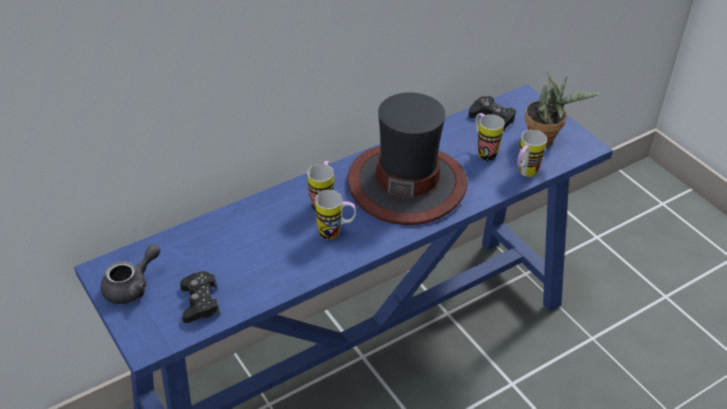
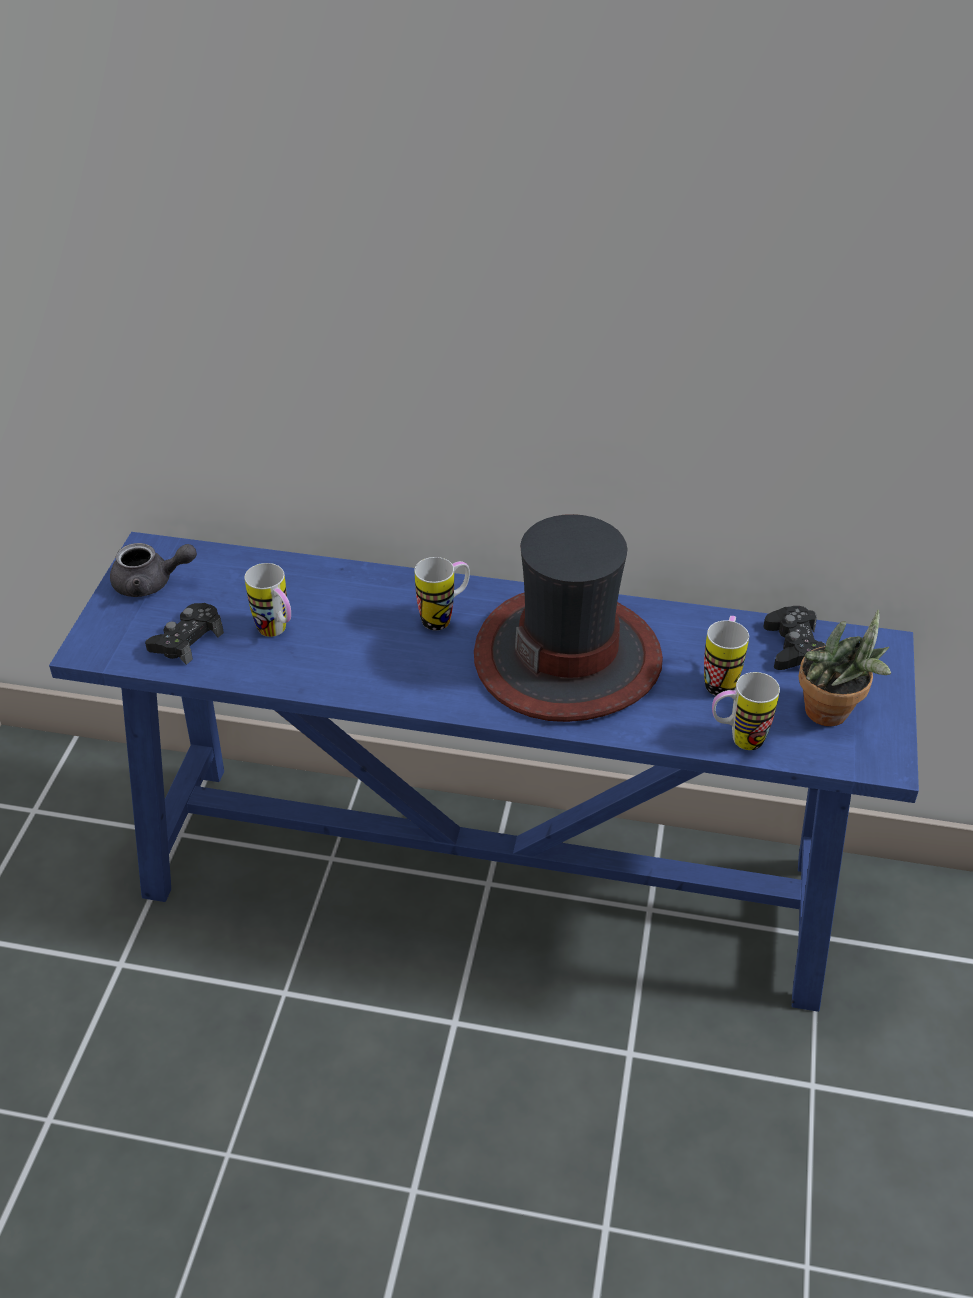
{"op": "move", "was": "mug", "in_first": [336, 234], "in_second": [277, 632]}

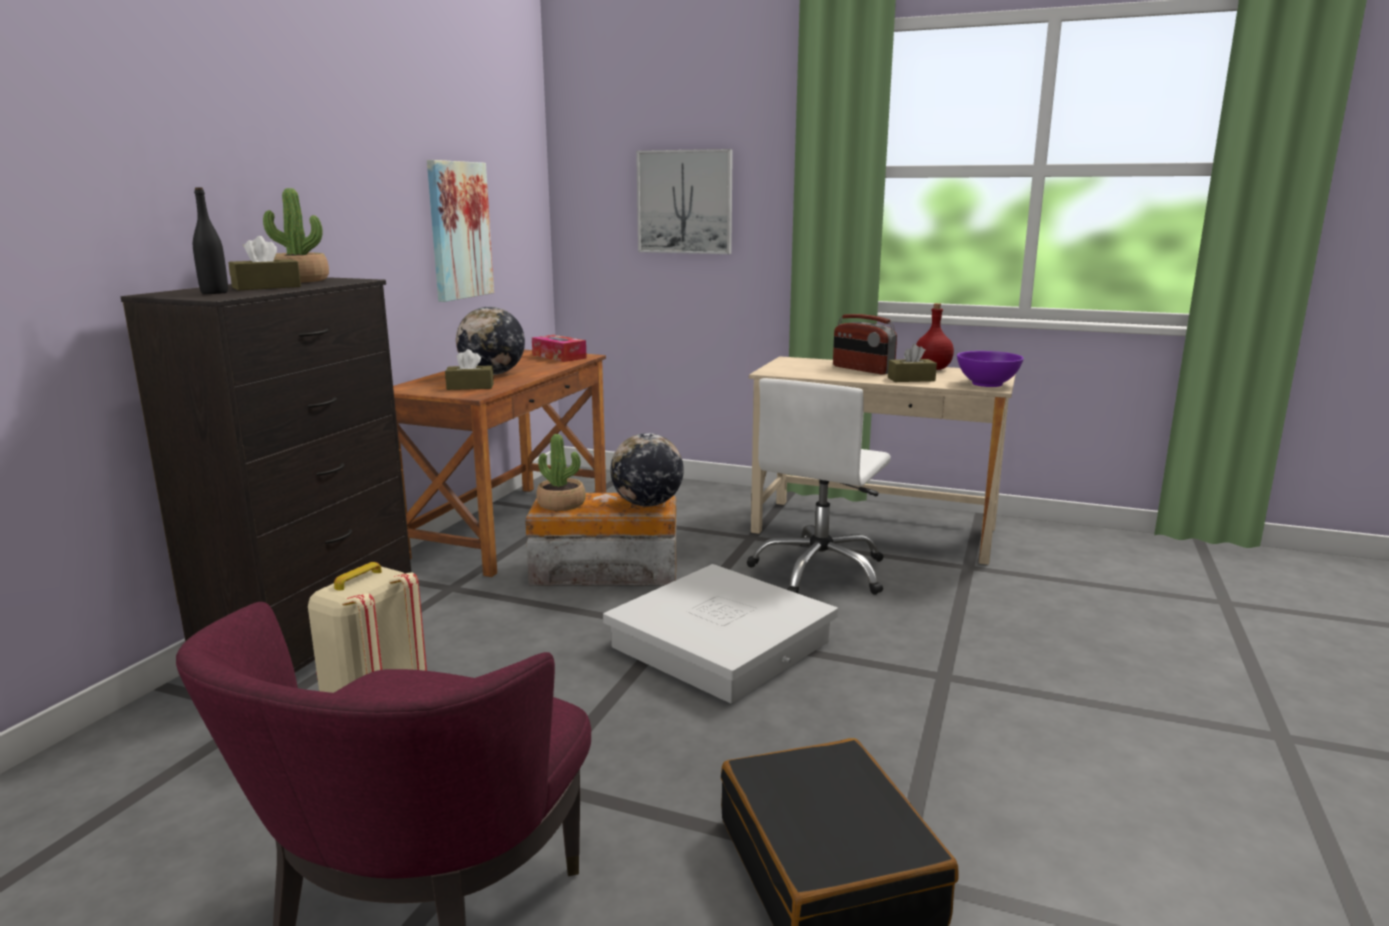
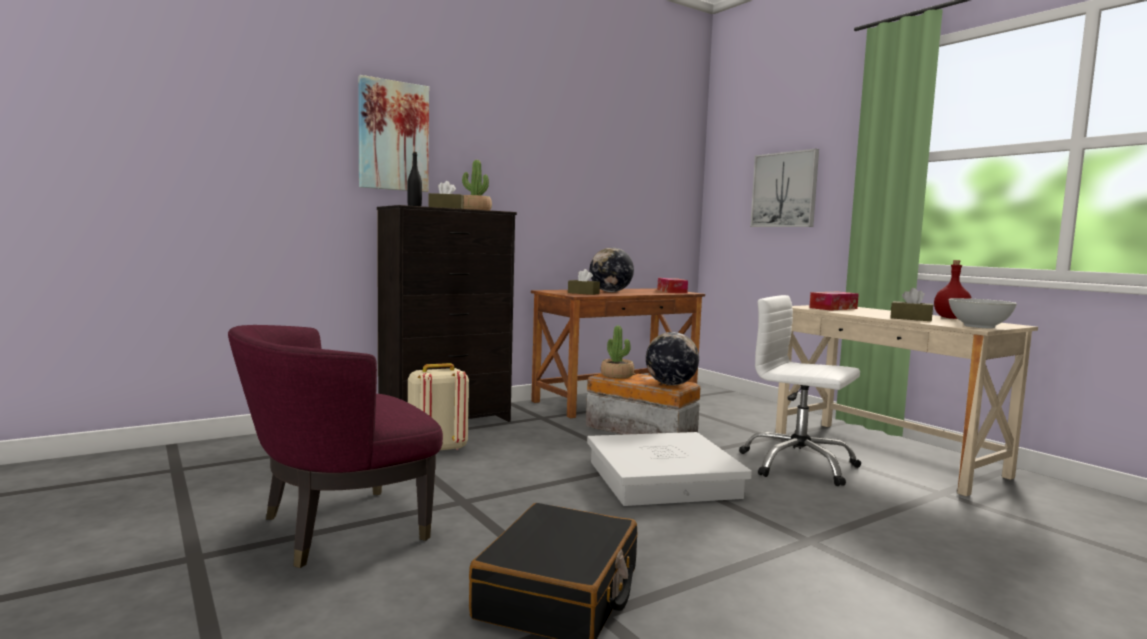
{"op": "move", "was": "wall_picture", "in_first": [459, 230], "in_second": [393, 136]}
{"op": "rotate", "was": "whitish_desk_chair", "in_first": [820, 571], "in_second": [798, 465], "clockwise": 60}
{"op": "delete", "was": "radio_set", "in_first": [862, 369]}
{"op": "recolor", "was": "purplish_deep_dish", "now": "whitish_deep_dish", "in_first": [987, 384], "in_second": [979, 326]}
{"op": "insert", "now": "box_of_tissues", "in_second": [833, 308]}

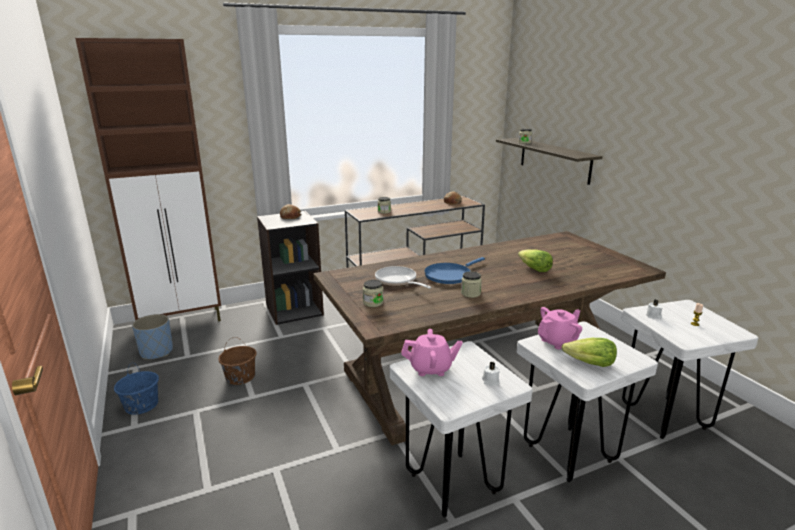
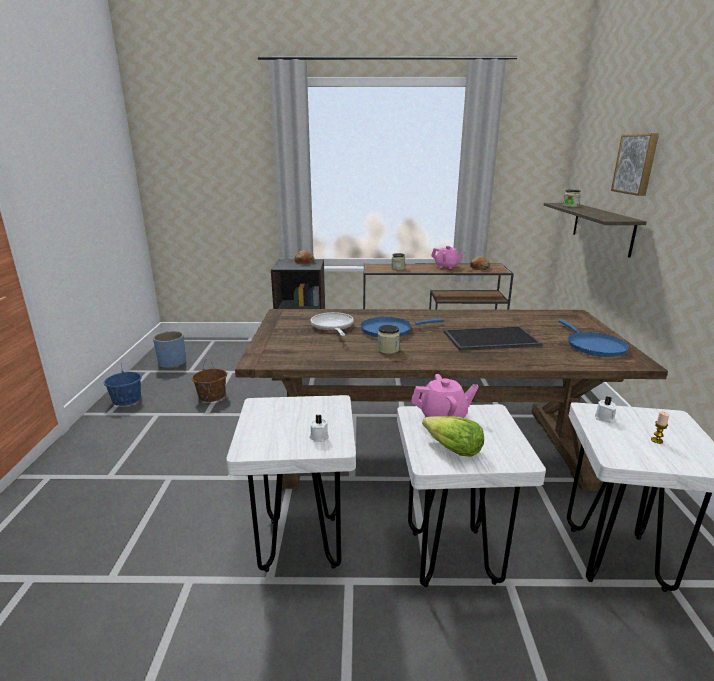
{"op": "delete", "was": "brown_storage_cabinet", "in_first": [182, 321]}
{"op": "delete", "was": "preserve_jar", "in_first": [373, 303]}
{"op": "move", "was": "pink-coloured_tea_pot", "in_first": [431, 368], "in_second": [447, 267]}
{"op": "replace", "was": "head_of_lettuce", "now": "tray", "in_first": [534, 269], "in_second": [490, 339]}
{"op": "insert", "now": "blue_skillet", "in_second": [593, 346]}
{"op": "insert", "now": "wall_picture", "in_second": [636, 164]}

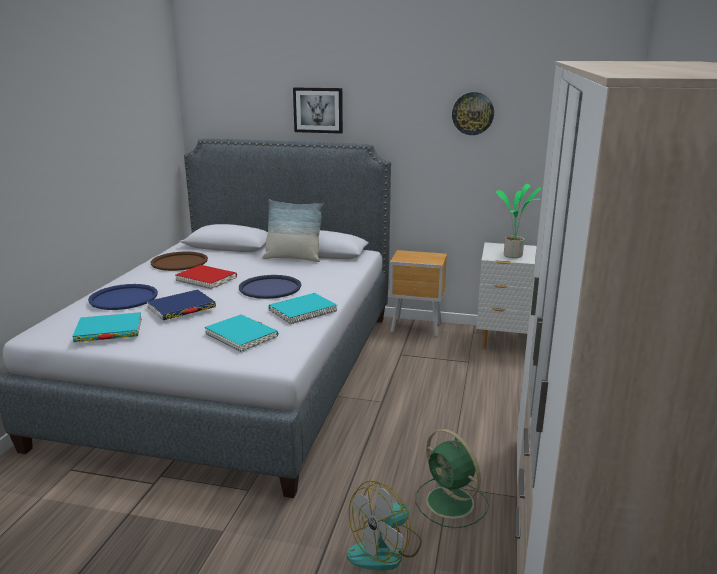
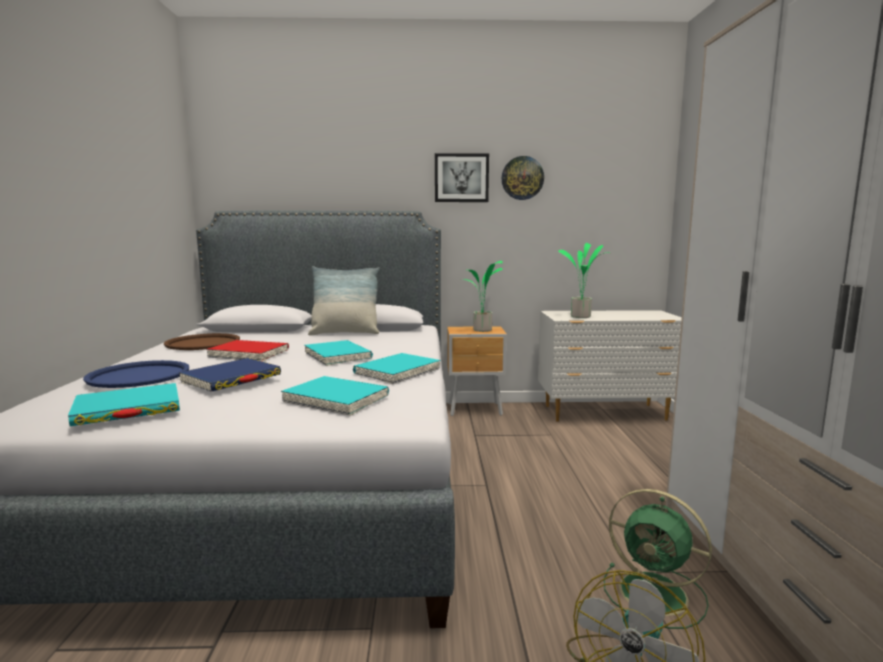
{"op": "replace", "was": "blue_tray", "now": "blue-green_book", "in_first": [270, 288], "in_second": [337, 356]}
{"op": "move", "was": "wall_picture", "in_first": [318, 110], "in_second": [461, 178]}
{"op": "insert", "now": "houseplant", "in_second": [482, 330]}

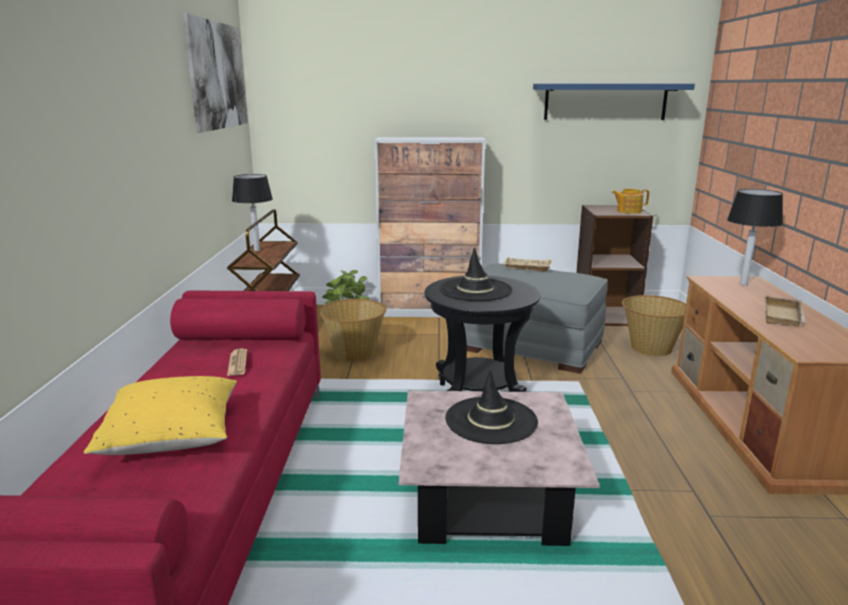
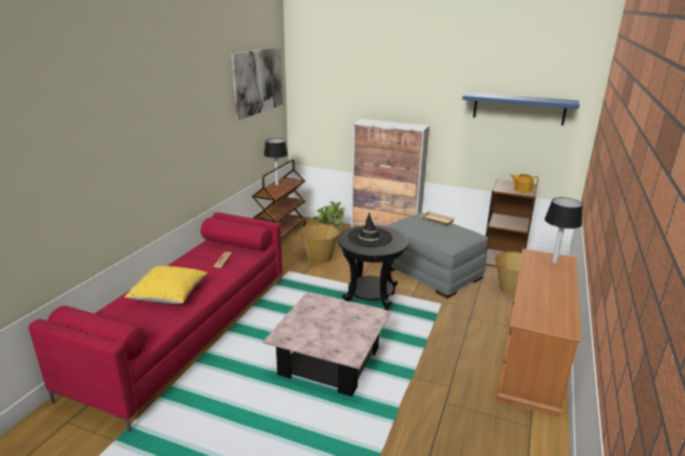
{"op": "delete", "was": "blackish_wearable_hat", "in_first": [491, 420]}
{"op": "delete", "was": "beige-coloured_tray", "in_first": [784, 316]}

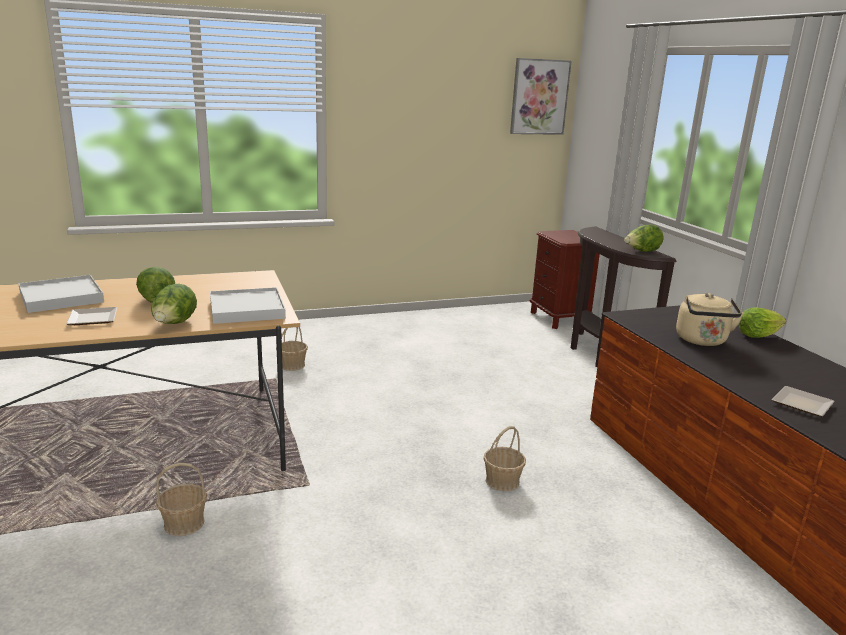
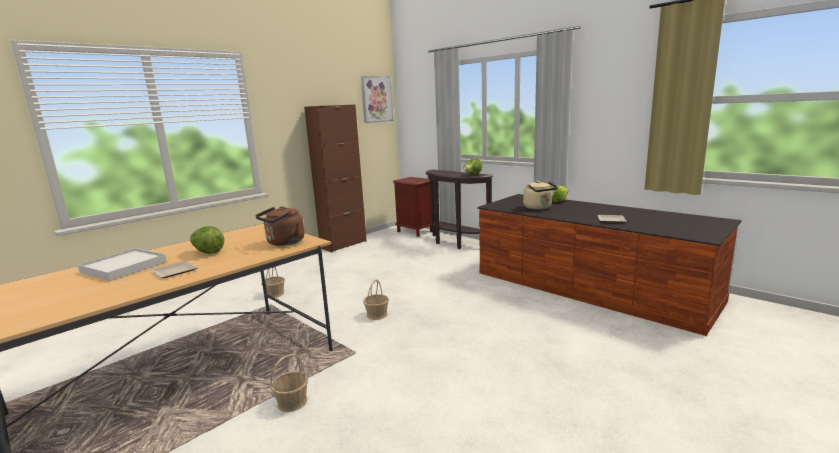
{"op": "delete", "was": "head_of_lettuce", "in_first": [174, 324]}
{"op": "replace", "was": "whitish_tray", "now": "brown_tea_kettle", "in_first": [246, 309], "in_second": [283, 243]}
{"op": "move", "was": "basket", "in_first": [502, 481], "in_second": [377, 315]}
{"op": "insert", "now": "brown_storage_cabinet", "in_second": [343, 244]}

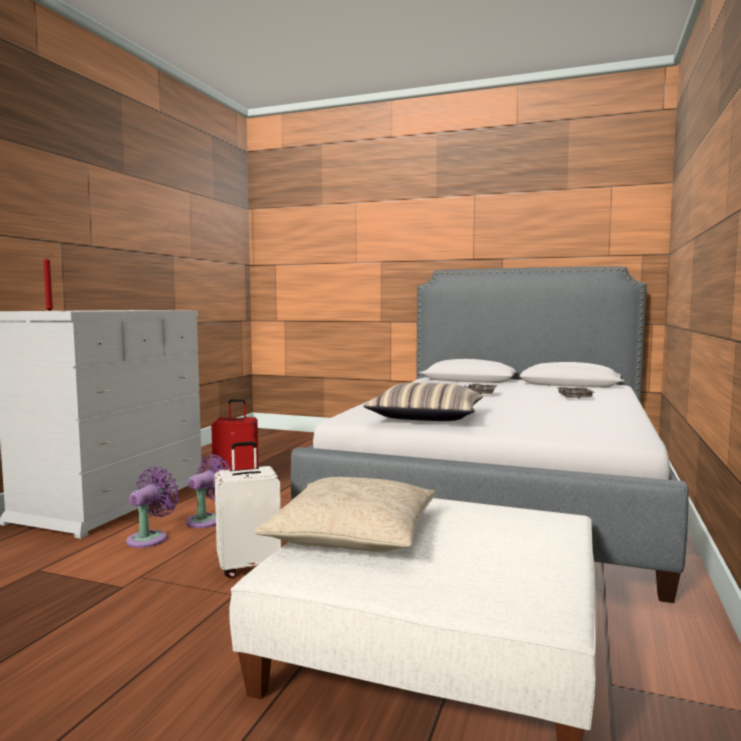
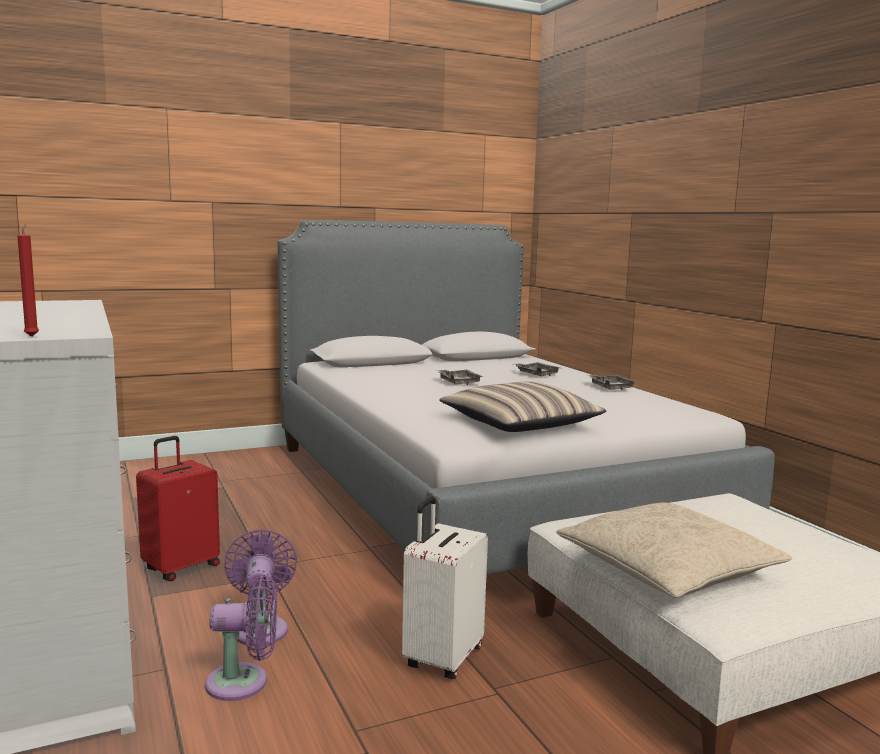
{"op": "rotate", "was": "purplish_fan", "in_first": [150, 538], "in_second": [244, 682], "clockwise": 105}
{"op": "insert", "now": "greyish_tray", "in_second": [610, 387]}

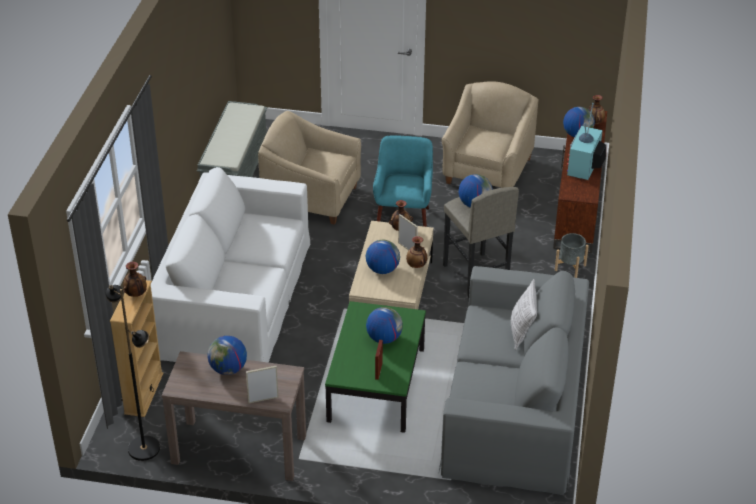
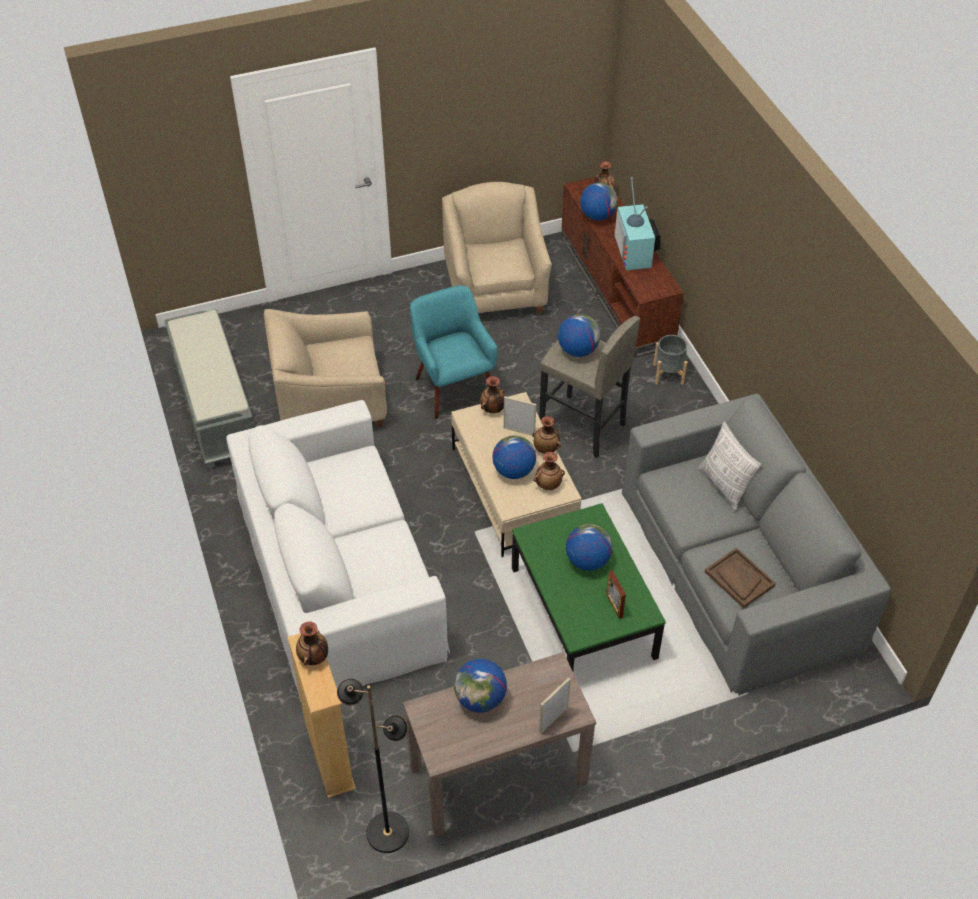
{"op": "insert", "now": "decorative_vase", "in_second": [548, 485]}
{"op": "insert", "now": "brown_tray", "in_second": [739, 579]}

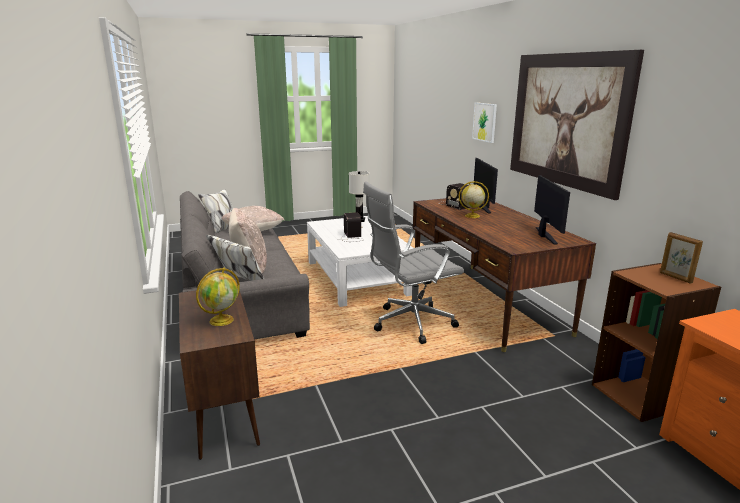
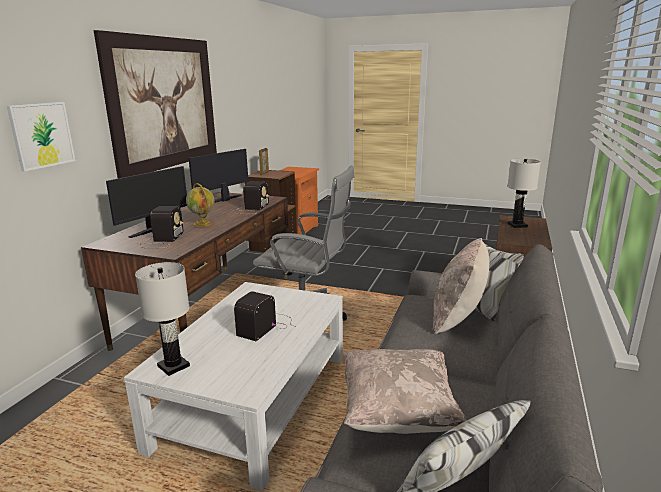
{"op": "replace", "was": "globe", "now": "whitish_table_lamp", "in_first": [222, 320], "in_second": [517, 225]}
{"op": "insert", "now": "radio_set", "in_second": [251, 209]}

